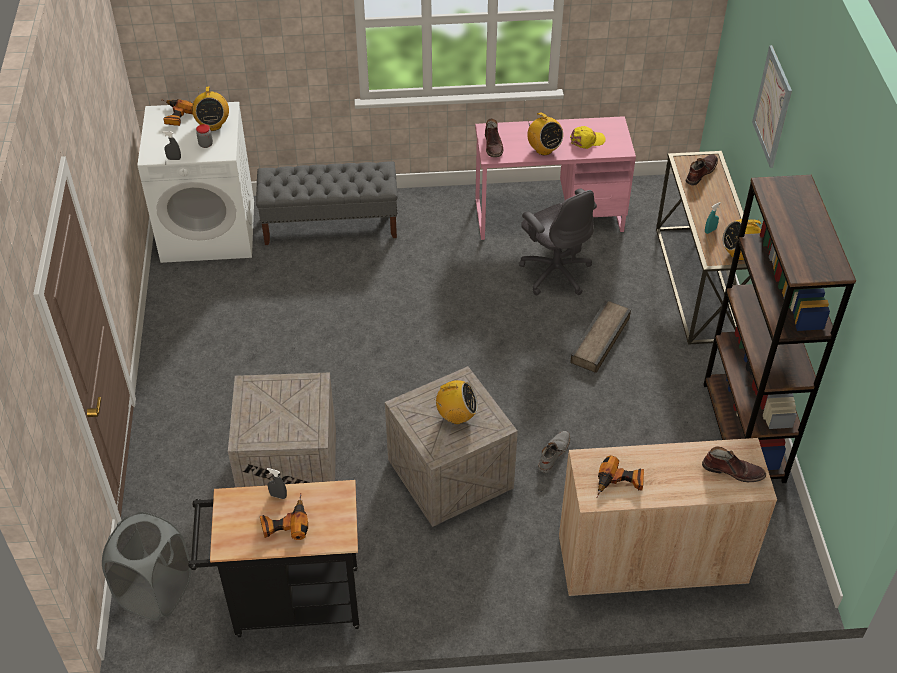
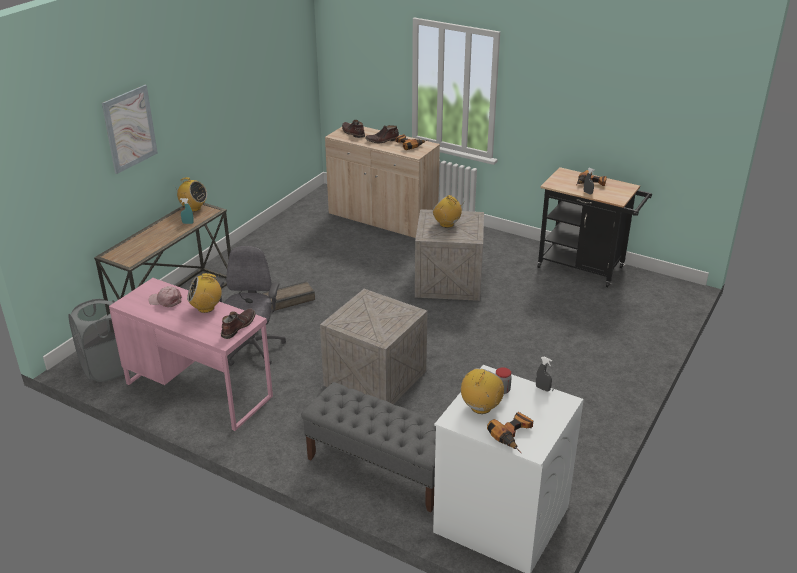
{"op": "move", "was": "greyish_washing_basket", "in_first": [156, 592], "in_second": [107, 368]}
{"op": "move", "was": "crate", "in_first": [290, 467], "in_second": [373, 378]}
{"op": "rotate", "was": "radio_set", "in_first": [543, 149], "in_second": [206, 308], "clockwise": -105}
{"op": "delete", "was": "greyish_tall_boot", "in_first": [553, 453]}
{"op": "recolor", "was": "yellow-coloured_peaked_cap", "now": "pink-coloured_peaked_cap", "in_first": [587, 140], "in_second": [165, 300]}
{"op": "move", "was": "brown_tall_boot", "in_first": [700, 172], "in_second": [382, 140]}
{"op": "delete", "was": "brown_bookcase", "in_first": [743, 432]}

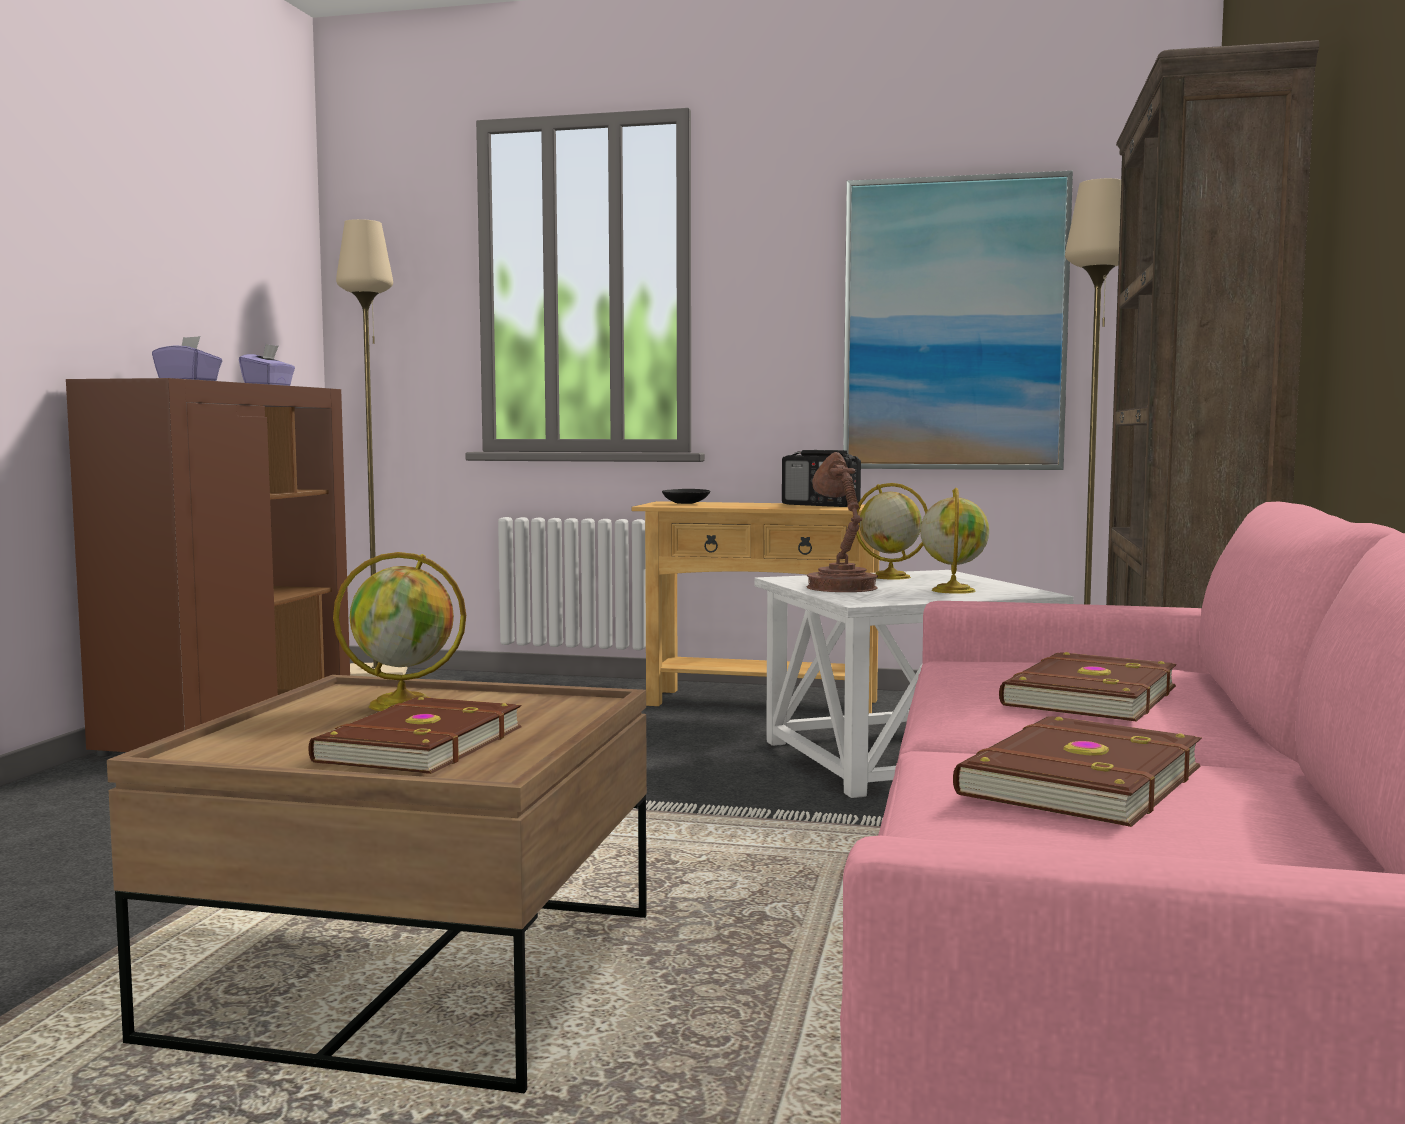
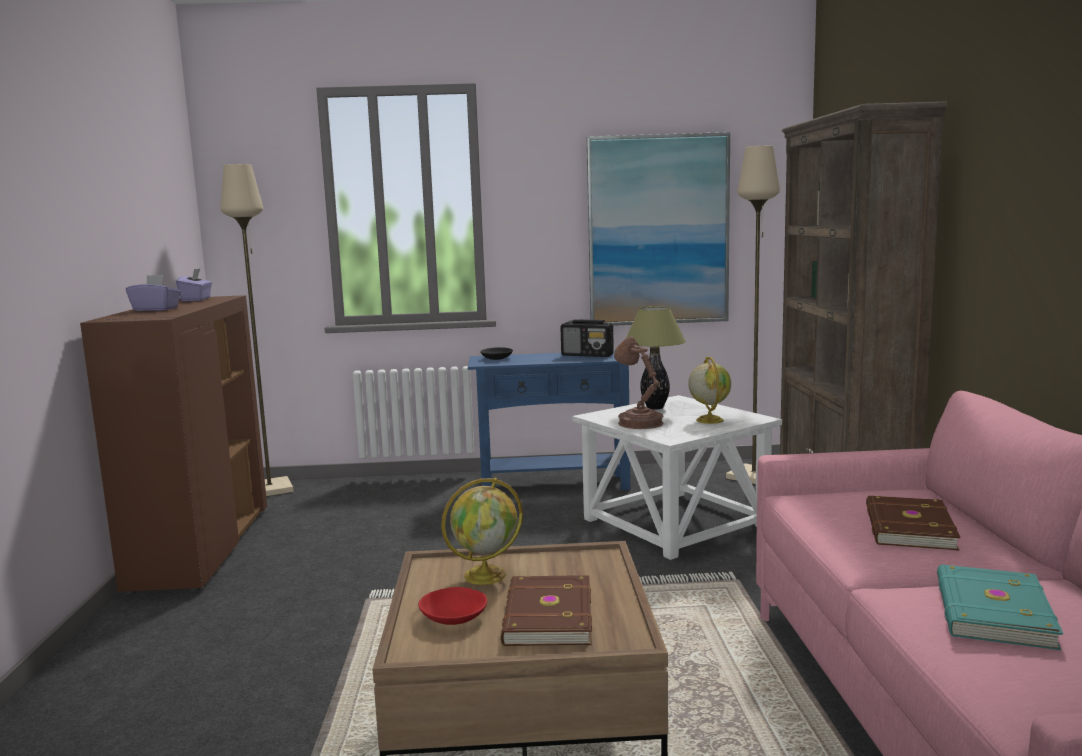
{"op": "recolor", "was": "beige-coloured_narrow_table", "now": "blue_narrow_table", "in_first": [762, 702], "in_second": [555, 485]}
{"op": "replace", "was": "globe", "now": "table_lamp", "in_first": [889, 577], "in_second": [654, 408]}
{"op": "recolor", "was": "brown_book", "now": "blue-green_book", "in_first": [1075, 780], "in_second": [990, 612]}
{"op": "insert", "now": "reddish_deep_dish", "in_second": [455, 617]}

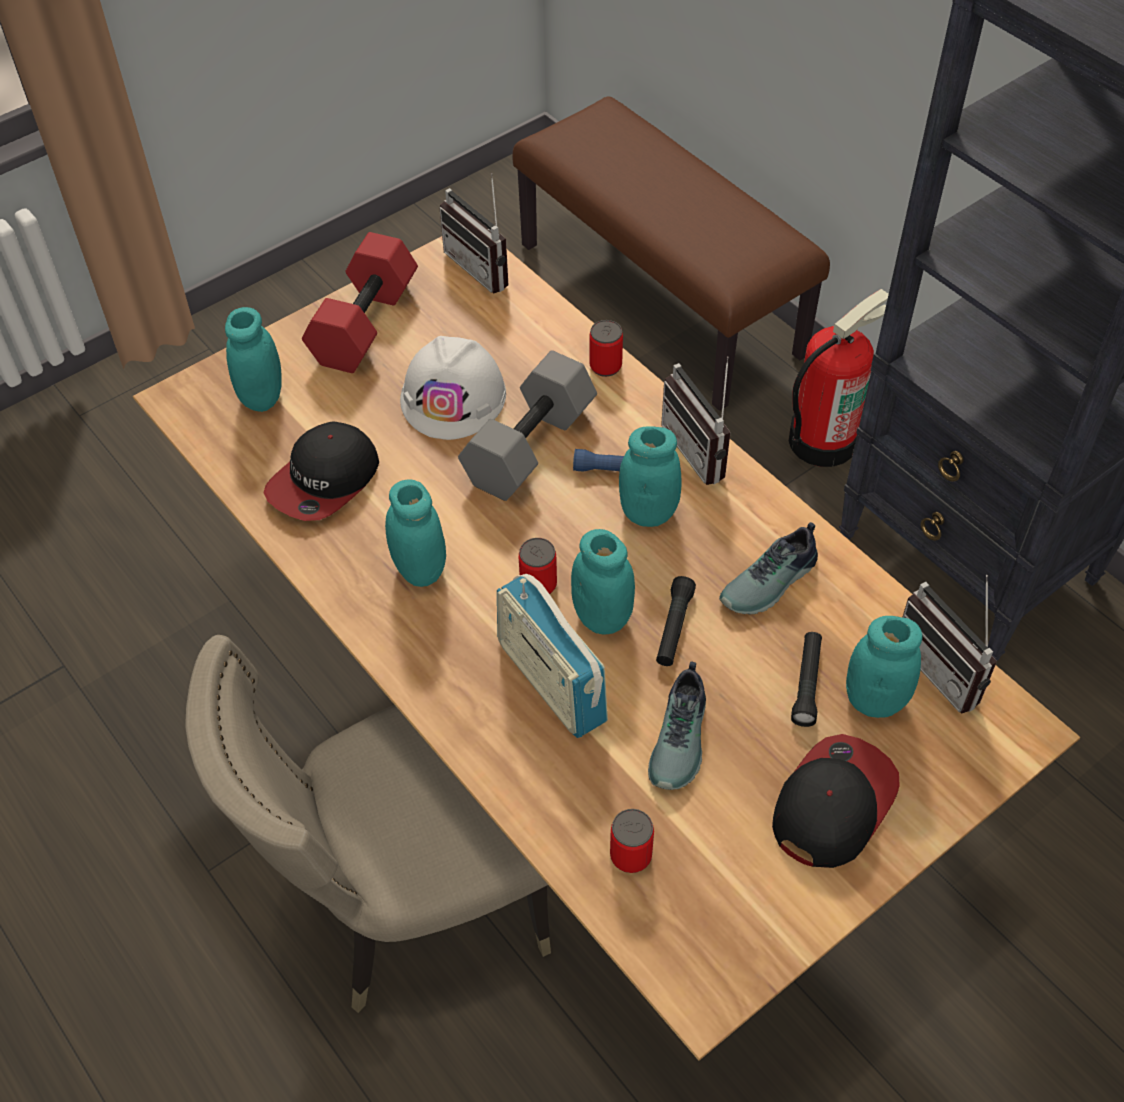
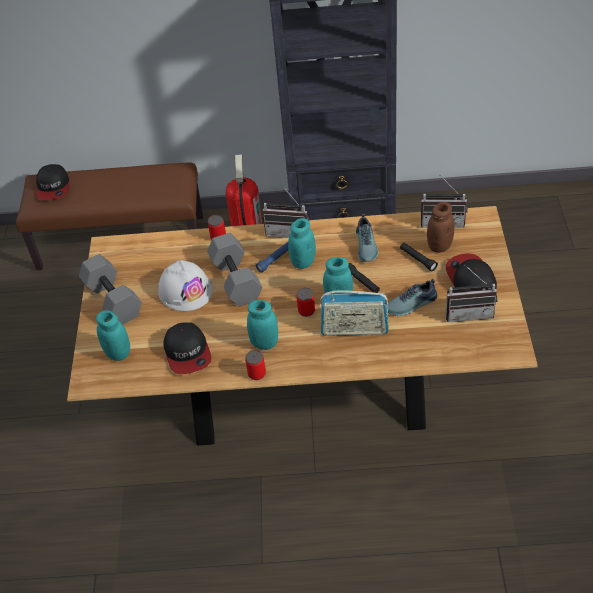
{"op": "delete", "was": "beige-coloured_chair", "in_first": [409, 903]}
{"op": "recolor", "was": "reddish_hand_weight", "now": "greyish_hand_weight", "in_first": [363, 323], "in_second": [112, 300]}
{"op": "move", "was": "radio_set", "in_first": [485, 266], "in_second": [469, 312]}
{"op": "move", "was": "sealed_can", "in_first": [630, 855], "in_second": [257, 373]}
{"op": "rotate", "was": "low_shoe", "in_first": [682, 739], "in_second": [411, 305], "clockwise": 105}
{"op": "recolor", "was": "blue-green_preserve_jar", "now": "brown_preserve_jar", "in_first": [874, 700], "in_second": [439, 246]}
{"op": "insert", "now": "peaked_cap", "in_second": [53, 187]}

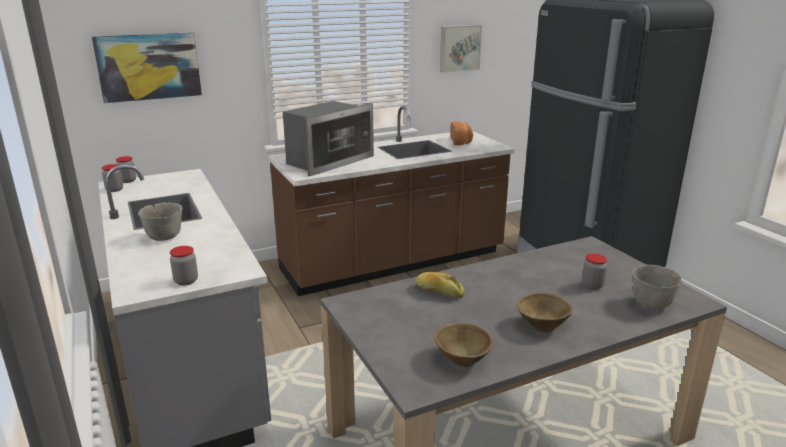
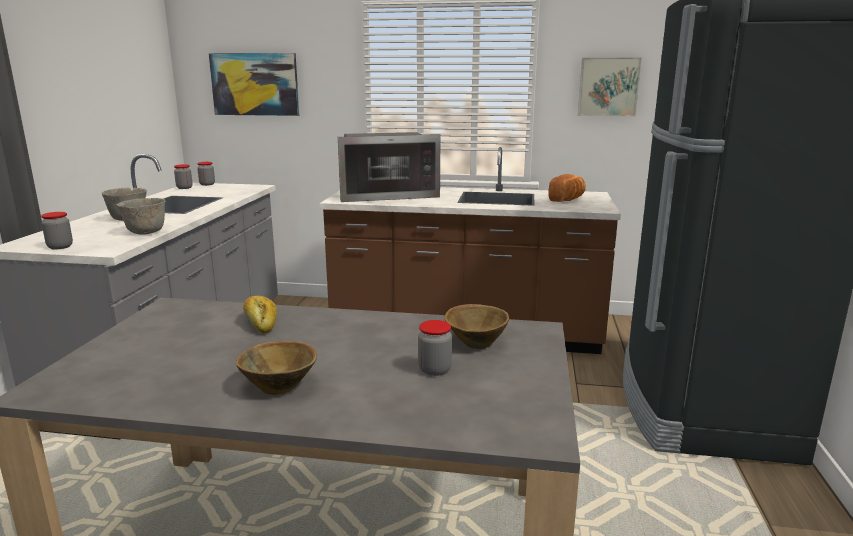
{"op": "move", "was": "brown_deep_dish", "in_first": [462, 359], "in_second": [476, 342]}
{"op": "move", "was": "greyish_deep_dish", "in_first": [652, 305], "in_second": [145, 233]}

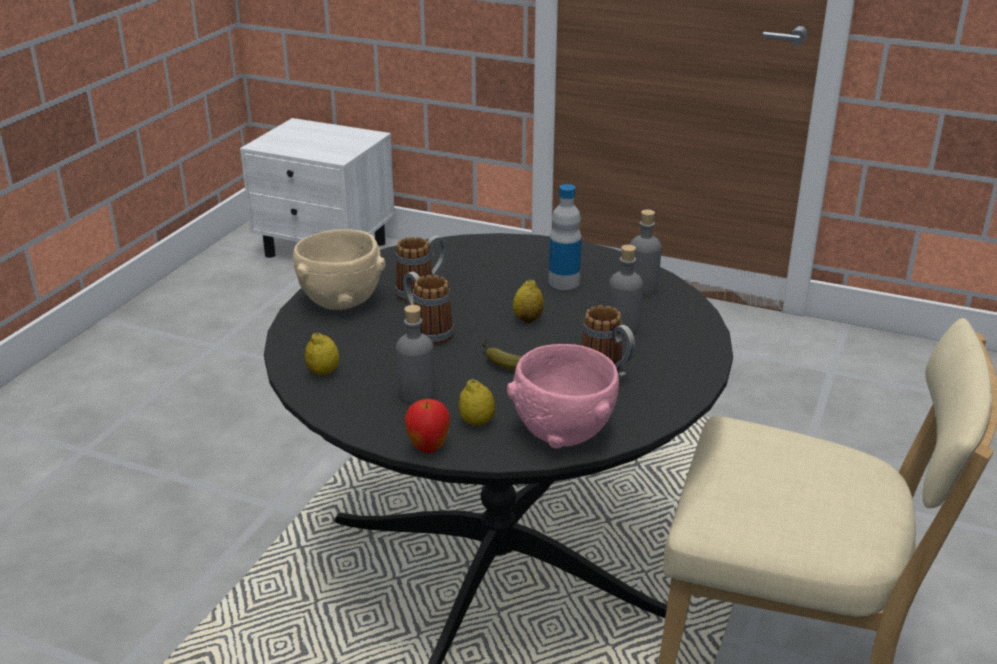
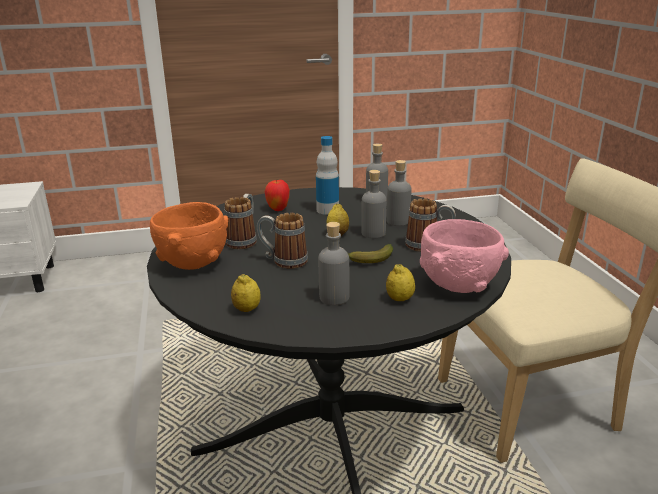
{"op": "recolor", "was": "beige-coloured_deep_dish", "now": "orangey_deep_dish", "in_first": [341, 301], "in_second": [193, 263]}
{"op": "move", "was": "apple_fruit", "in_first": [428, 448], "in_second": [278, 209]}
{"op": "insert", "now": "greyish_beverage_bottle", "in_second": [373, 233]}

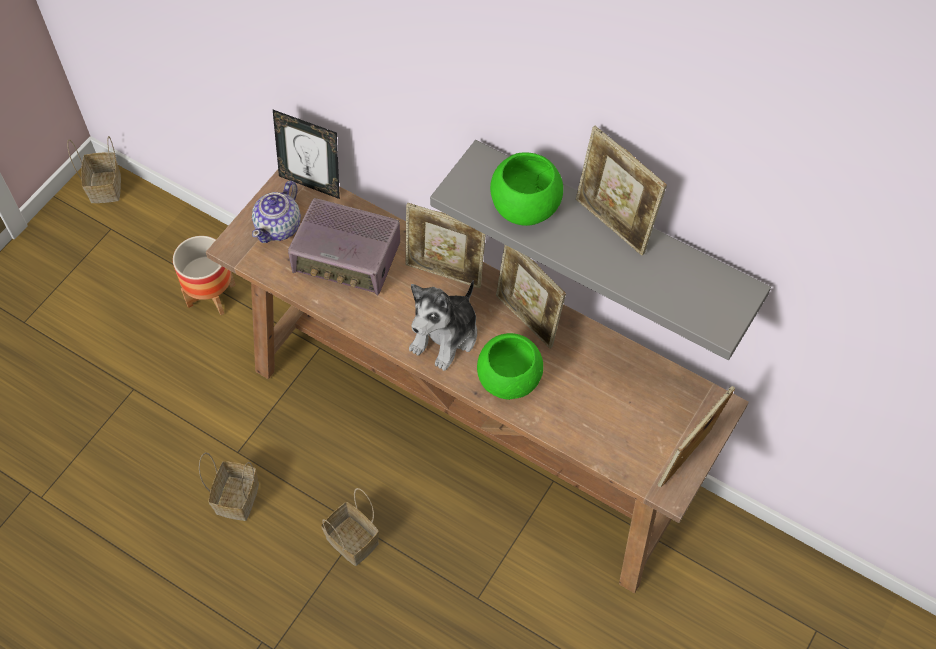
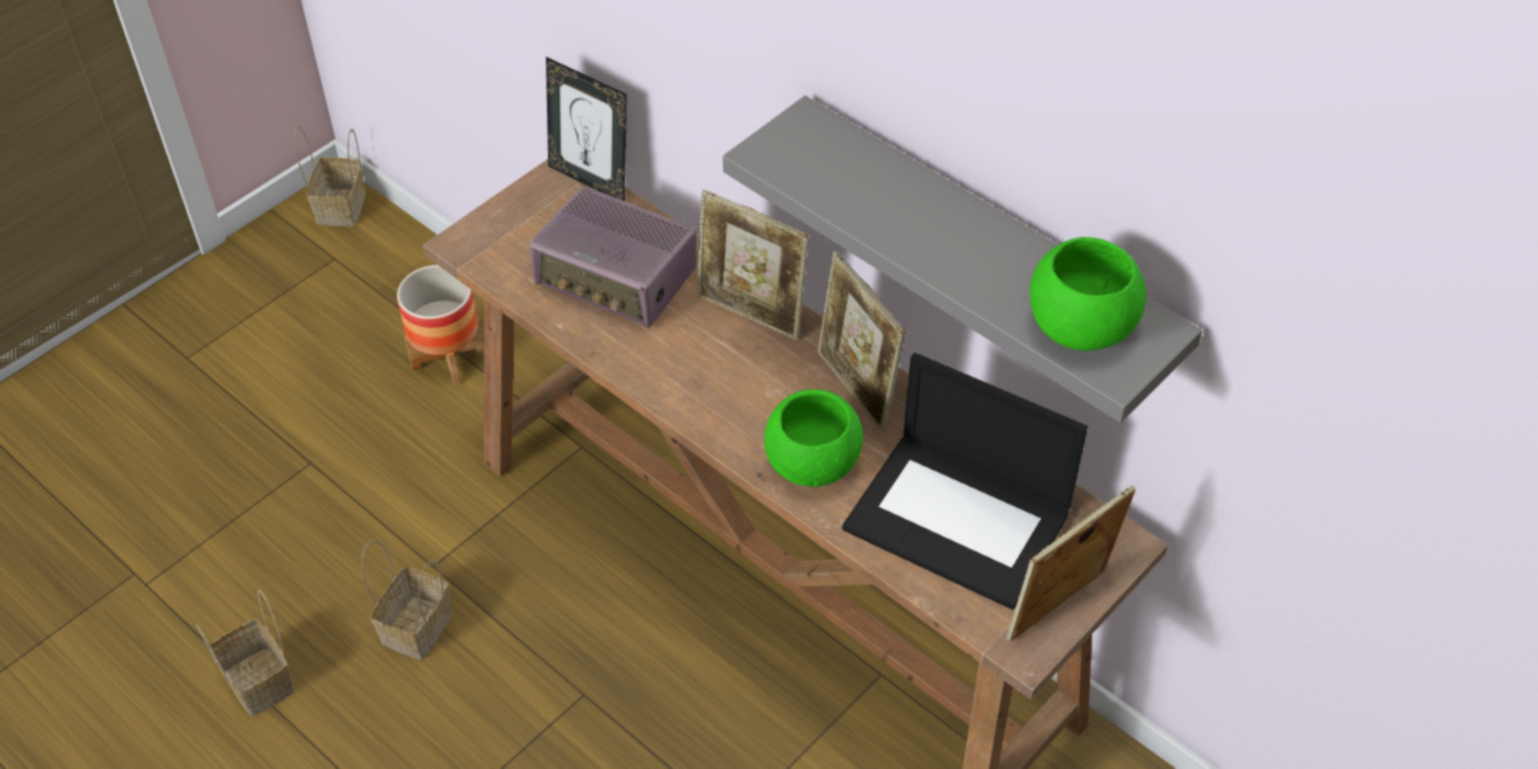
{"op": "delete", "was": "tea_pot", "in_first": [279, 226]}
{"op": "move", "was": "basket", "in_first": [354, 541], "in_second": [262, 682]}
{"op": "delete", "was": "plush_toy", "in_first": [446, 336]}
{"op": "move", "was": "green-coloured_deep_dish", "in_first": [524, 207], "in_second": [1079, 327]}
{"op": "delete", "was": "picture_frame", "in_first": [613, 225]}
{"op": "insert", "now": "laptop", "in_second": [960, 520]}

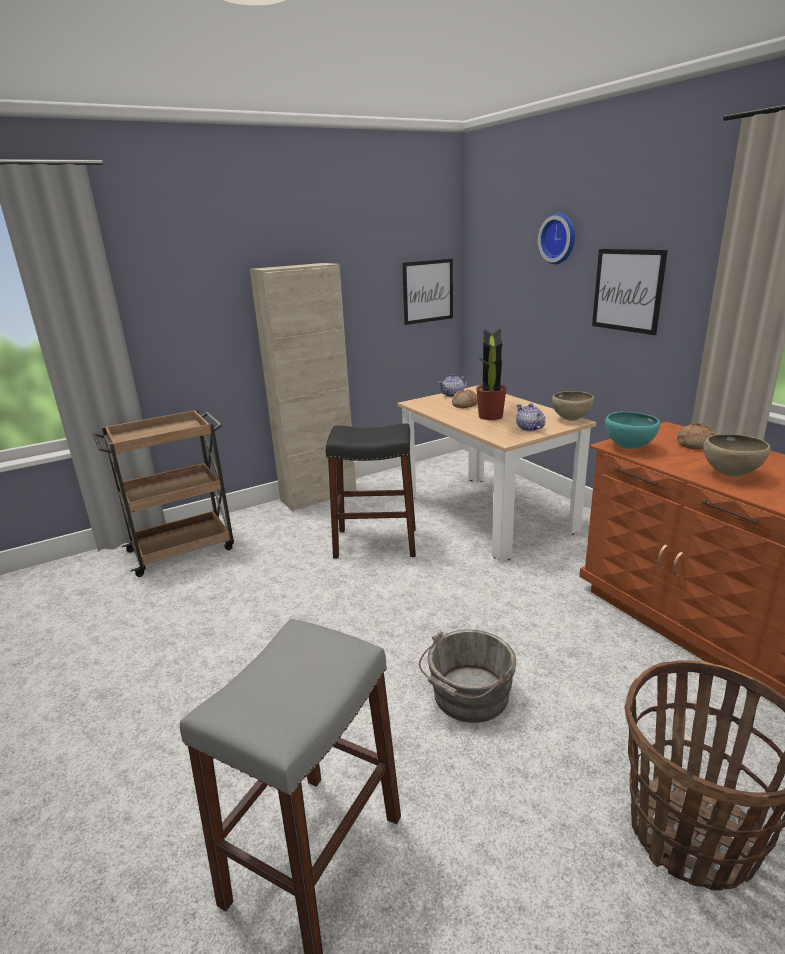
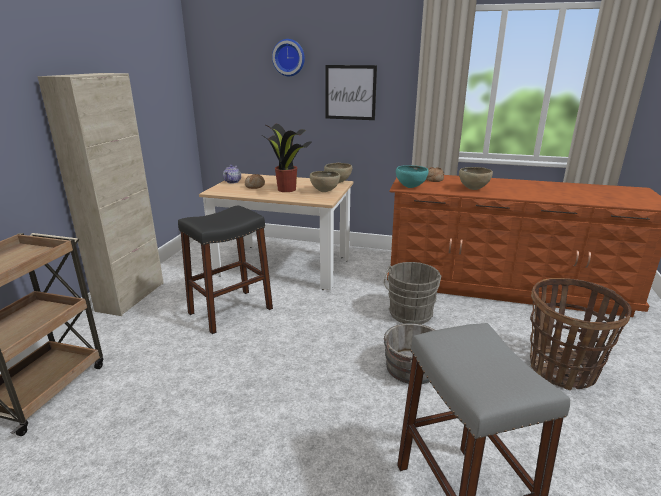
{"op": "delete", "was": "wall_picture", "in_first": [428, 291]}
{"op": "replace", "was": "tea_pot", "now": "brown_deep_dish", "in_first": [529, 428], "in_second": [325, 191]}
{"op": "insert", "now": "greyish_pail", "in_second": [410, 315]}

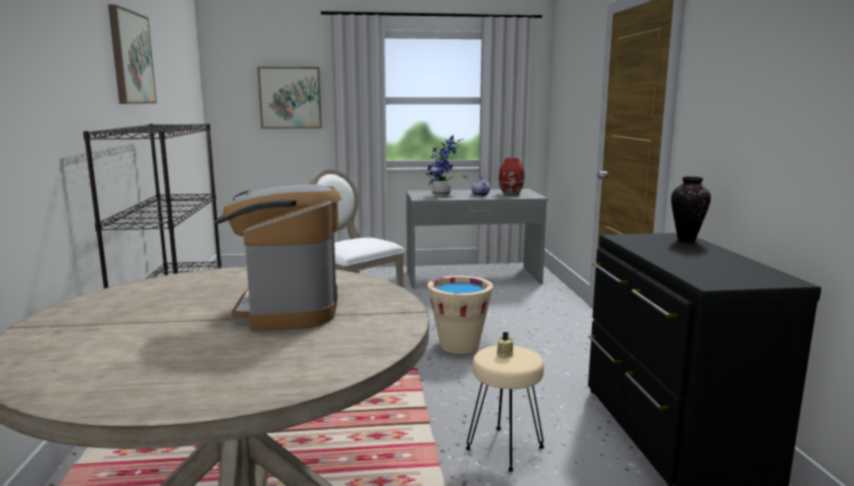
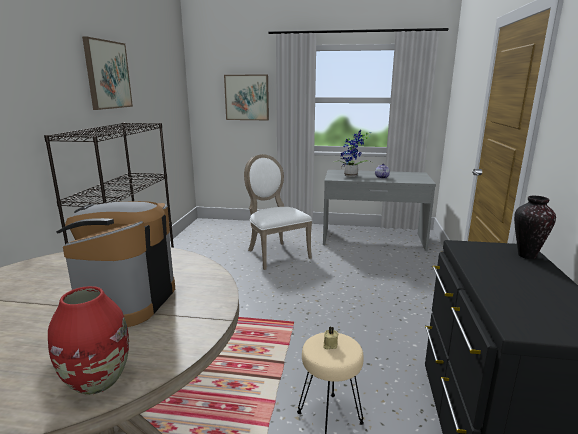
{"op": "delete", "was": "beige-coloured_pail", "in_first": [459, 345]}
{"op": "move", "was": "reddish_decorative_vase", "in_first": [511, 194], "in_second": [97, 381]}

